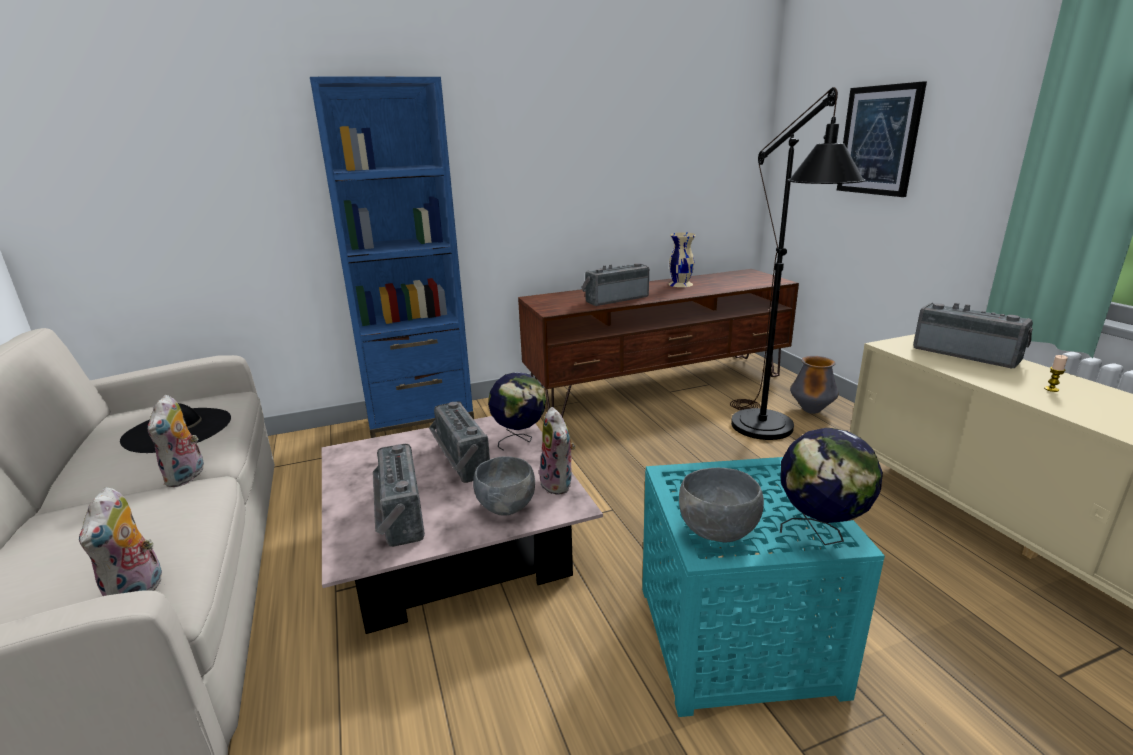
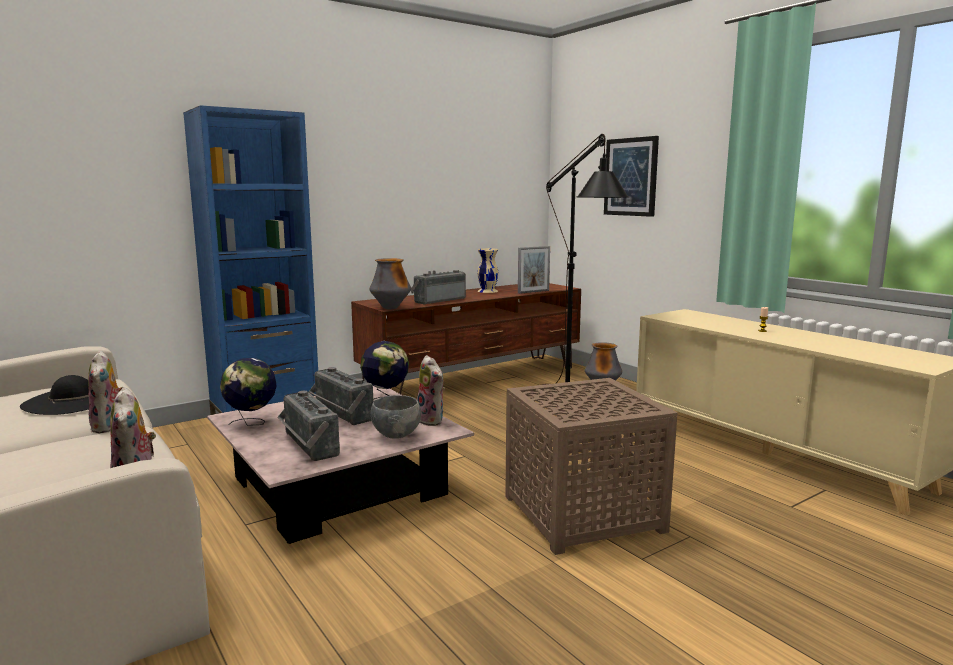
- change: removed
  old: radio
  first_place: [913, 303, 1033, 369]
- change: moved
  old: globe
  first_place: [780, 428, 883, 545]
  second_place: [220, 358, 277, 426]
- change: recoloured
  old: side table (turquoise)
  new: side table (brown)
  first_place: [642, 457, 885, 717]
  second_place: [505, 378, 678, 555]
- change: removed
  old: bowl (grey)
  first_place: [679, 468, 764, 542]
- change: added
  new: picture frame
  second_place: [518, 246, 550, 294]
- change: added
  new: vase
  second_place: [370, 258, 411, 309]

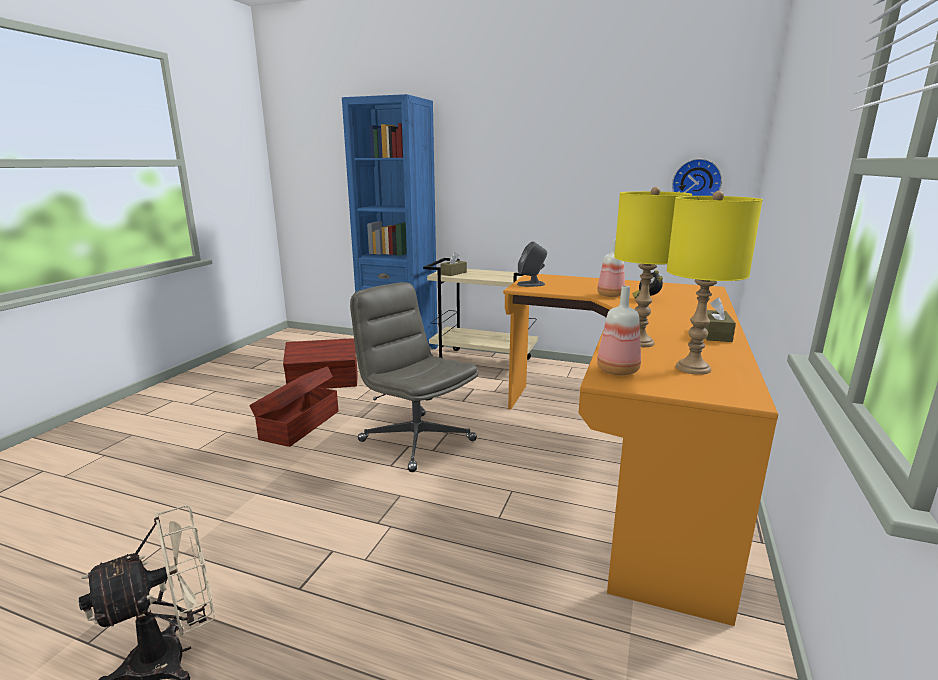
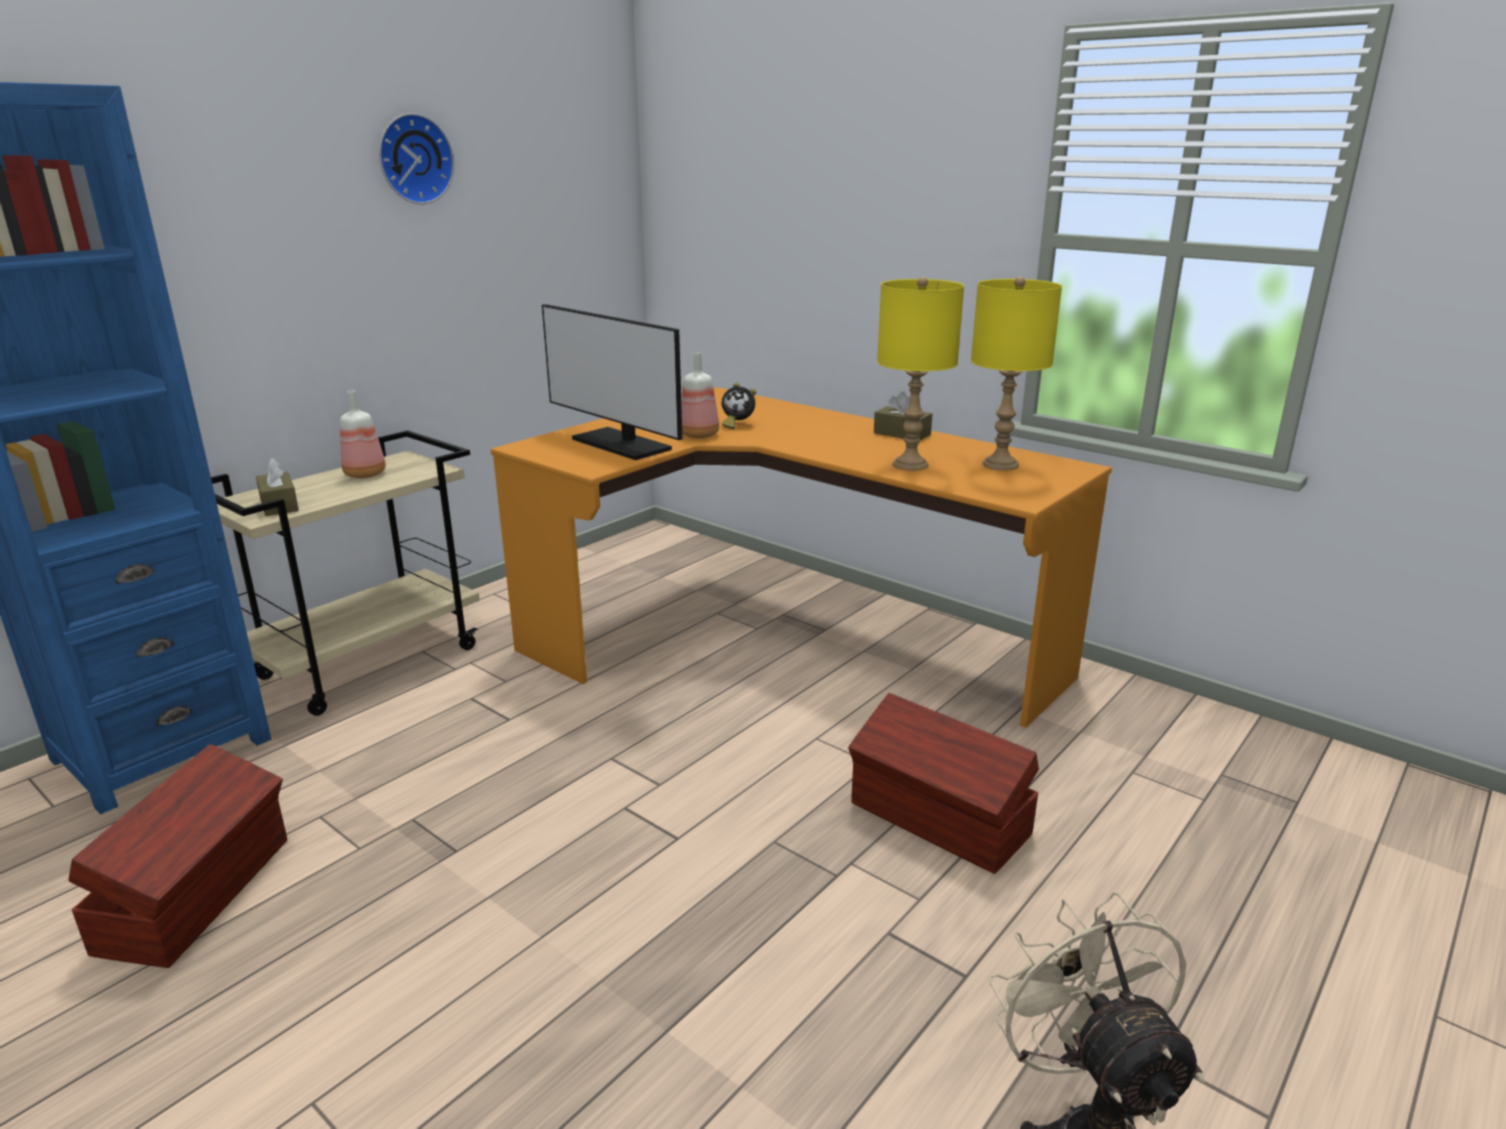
- change: moved
  old: wall clock
  first_place: [672, 159, 722, 196]
  second_place: [379, 113, 454, 204]
- change: removed
  old: speaker (grey)
  first_place: [517, 241, 547, 287]
- change: removed
  old: office chair (grey)
  first_place: [350, 282, 479, 472]
- change: moved
  old: bottle
  first_place: [597, 286, 641, 375]
  second_place: [340, 391, 386, 478]
- change: moved
  old: storage box (brown)
  first_place: [249, 366, 338, 447]
  second_place: [848, 693, 1039, 874]
- change: added
  new: monitor
  second_place: [542, 304, 682, 460]

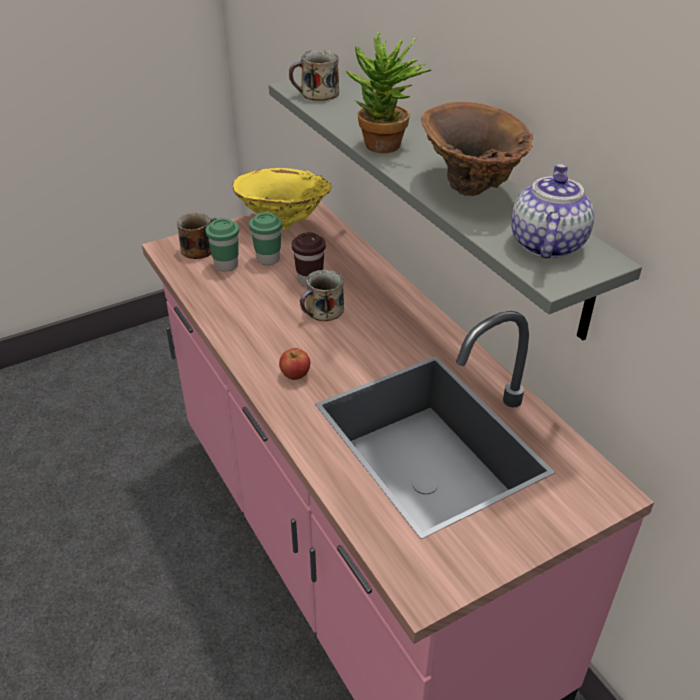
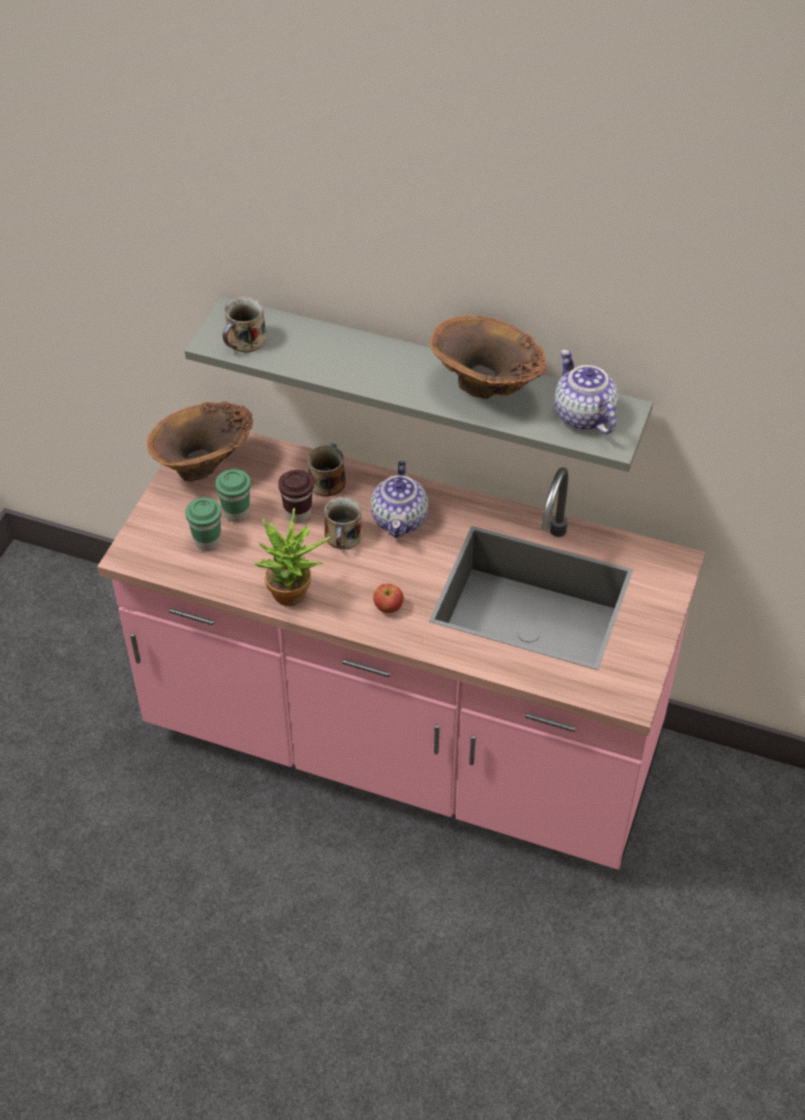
- change: moved
  old: potted plant
  first_place: [345, 31, 431, 153]
  second_place: [254, 508, 330, 606]
- change: recoloured
  old: vase (yellow)
  new: vase (brown)
  first_place: [232, 168, 331, 230]
  second_place: [147, 401, 253, 482]
- change: moved
  old: mug
  first_place: [177, 213, 217, 259]
  second_place: [308, 444, 346, 496]
- change: added
  new: teapot
  second_place: [371, 461, 428, 538]

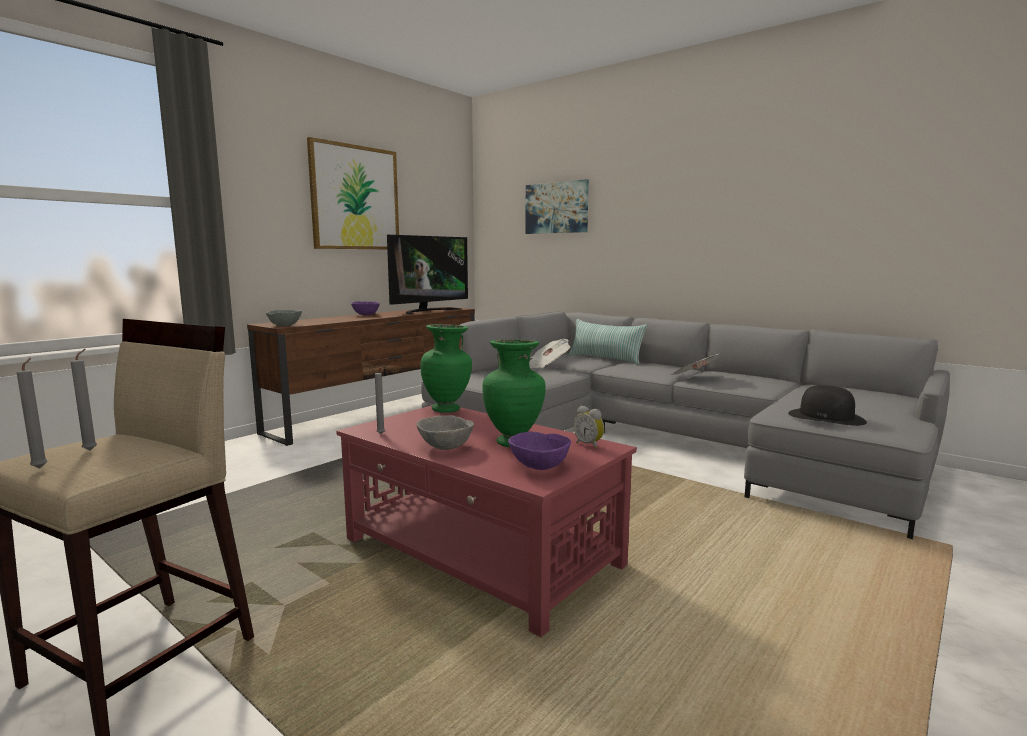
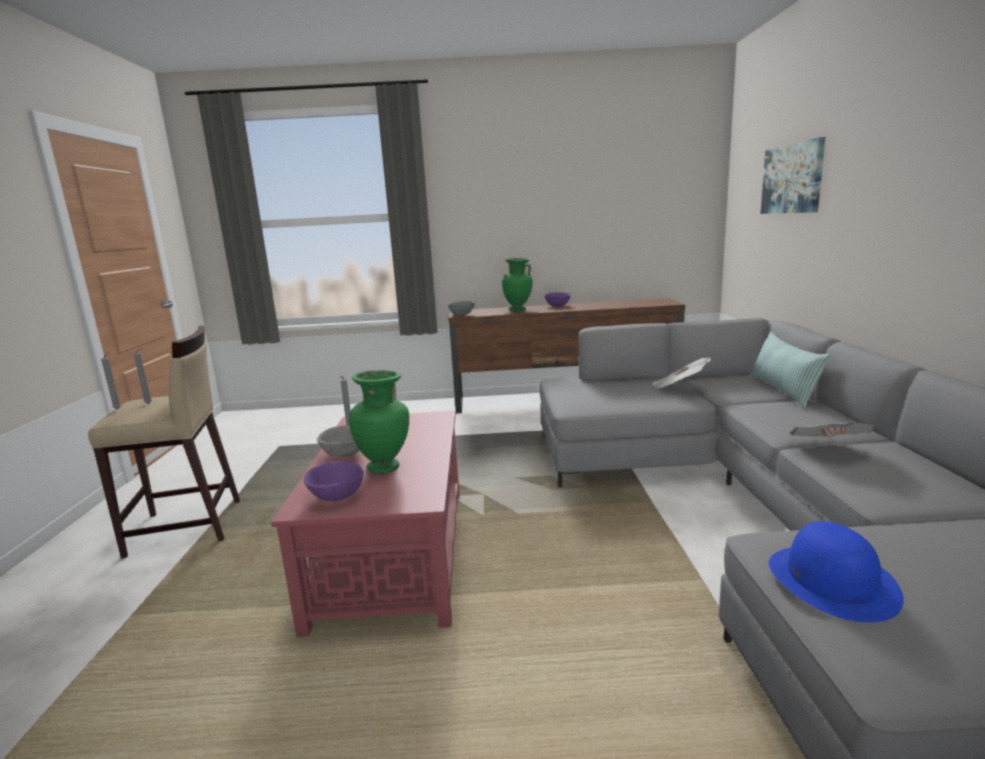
- change: removed
  old: picture
  first_place: [307, 137, 399, 250]
- change: removed
  old: television
  first_place: [387, 235, 468, 314]
- change: moved
  old: vase (green)
  first_place: [420, 324, 472, 413]
  second_place: [502, 258, 532, 311]
- change: recoloured
  old: hat (black)
  new: hat (blue)
  first_place: [788, 385, 867, 426]
  second_place: [769, 521, 903, 623]
- change: removed
  old: alarm clock
  first_place: [573, 406, 604, 449]

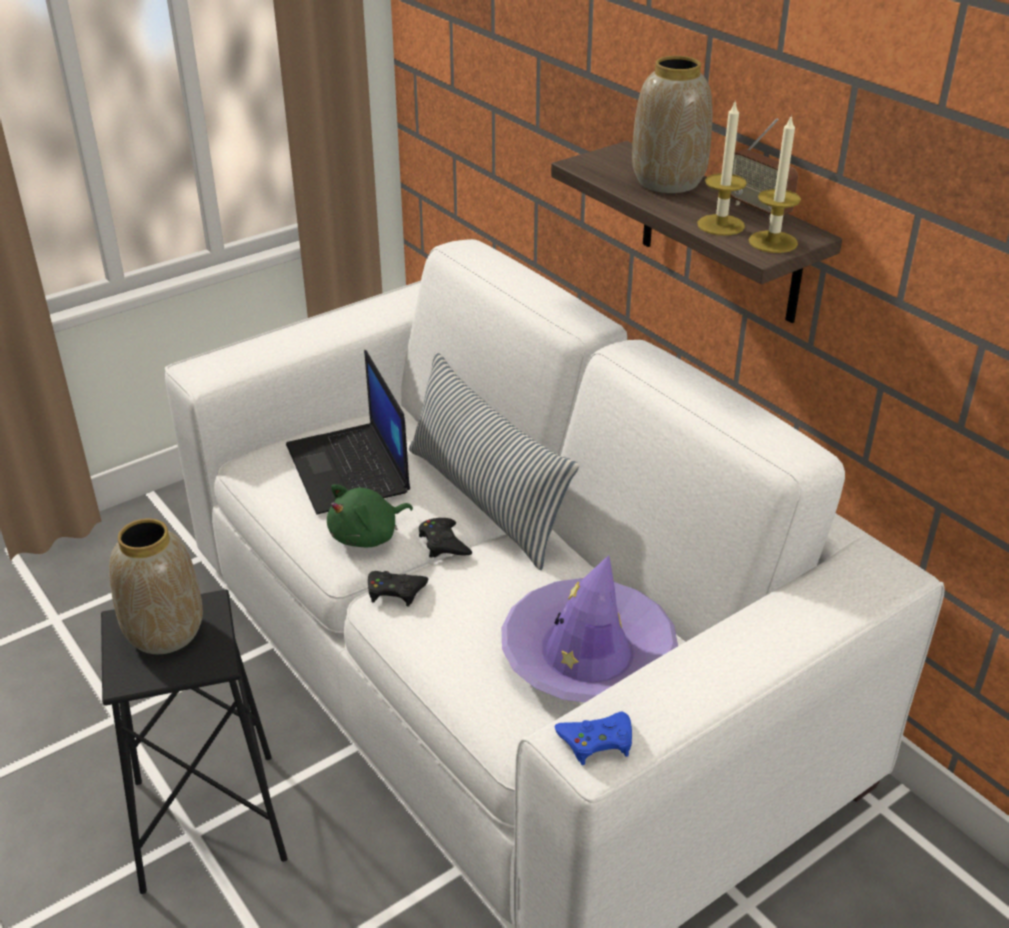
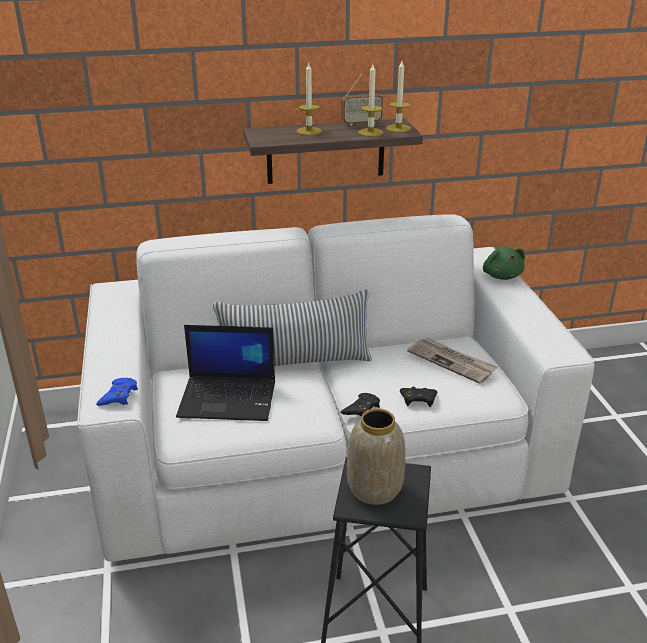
- change: replaced
  old: vase
  new: candle
  first_place: [632, 56, 712, 193]
  second_place: [297, 62, 322, 135]
- change: moved
  old: plush toy (green)
  first_place: [327, 484, 413, 547]
  second_place: [483, 247, 525, 280]
- change: moved
  old: game controller (black)
  first_place: [419, 518, 472, 558]
  second_place: [400, 387, 437, 407]
- change: replaced
  old: hat (purple)
  new: newspaper
  first_place: [502, 555, 678, 702]
  second_place: [407, 338, 498, 384]
- change: moved
  old: game controller (blue)
  first_place: [554, 712, 632, 765]
  second_place: [96, 378, 138, 406]

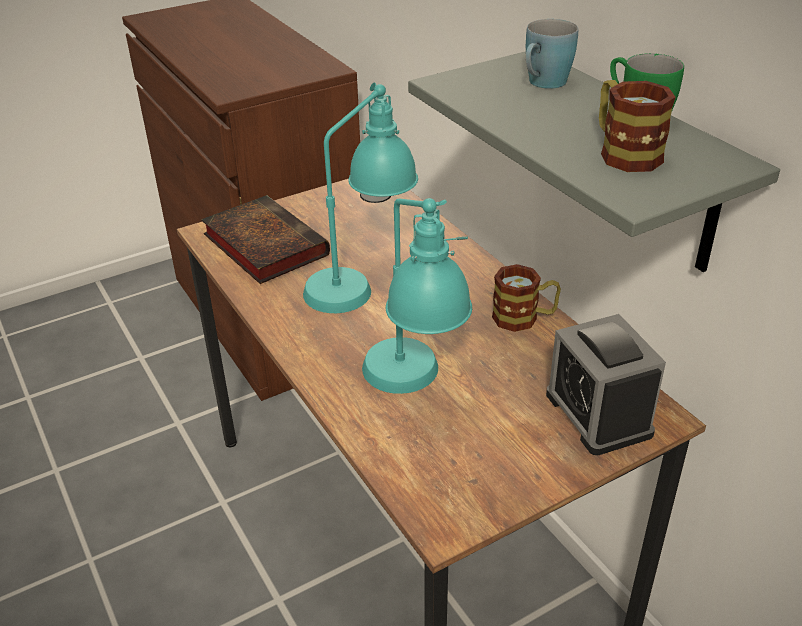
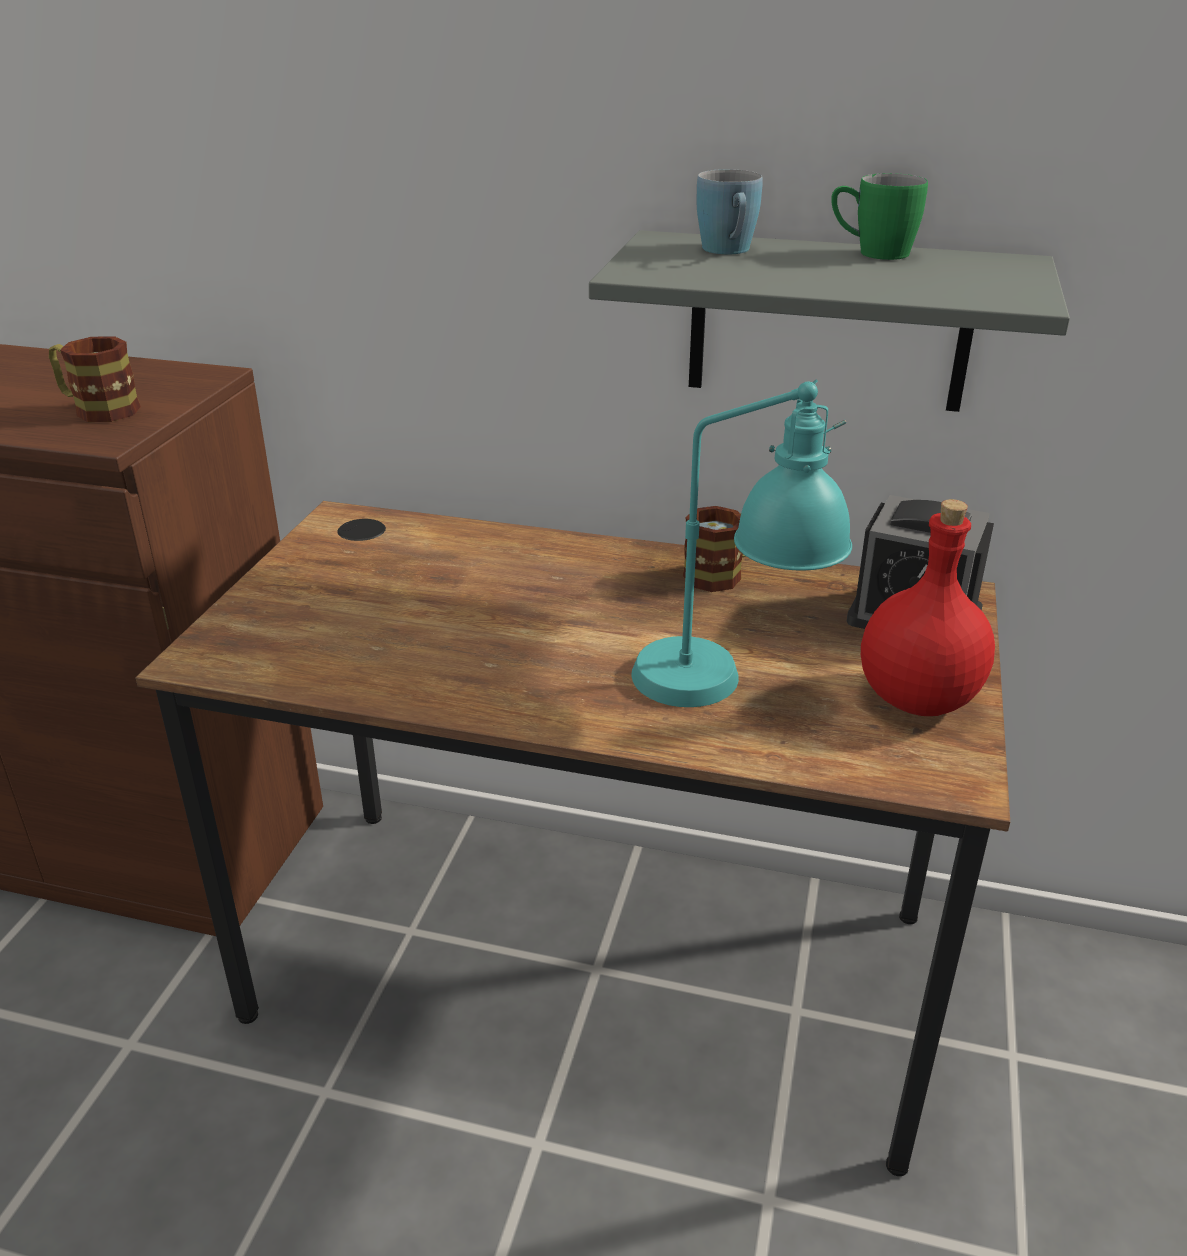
- change: moved
  old: mug
  first_place: [599, 80, 675, 172]
  second_place: [49, 336, 141, 422]
- change: removed
  old: table lamp (turquoise)
  first_place: [303, 82, 418, 313]
- change: removed
  old: book
  first_place: [201, 195, 330, 284]
- change: added
  new: bottle (red)
  second_place: [861, 499, 995, 716]

